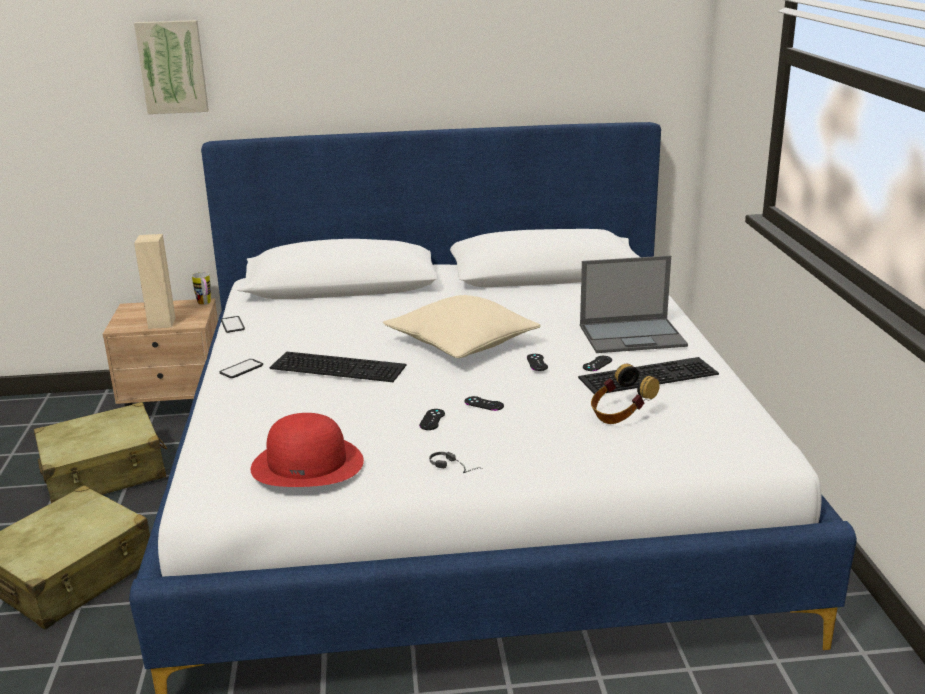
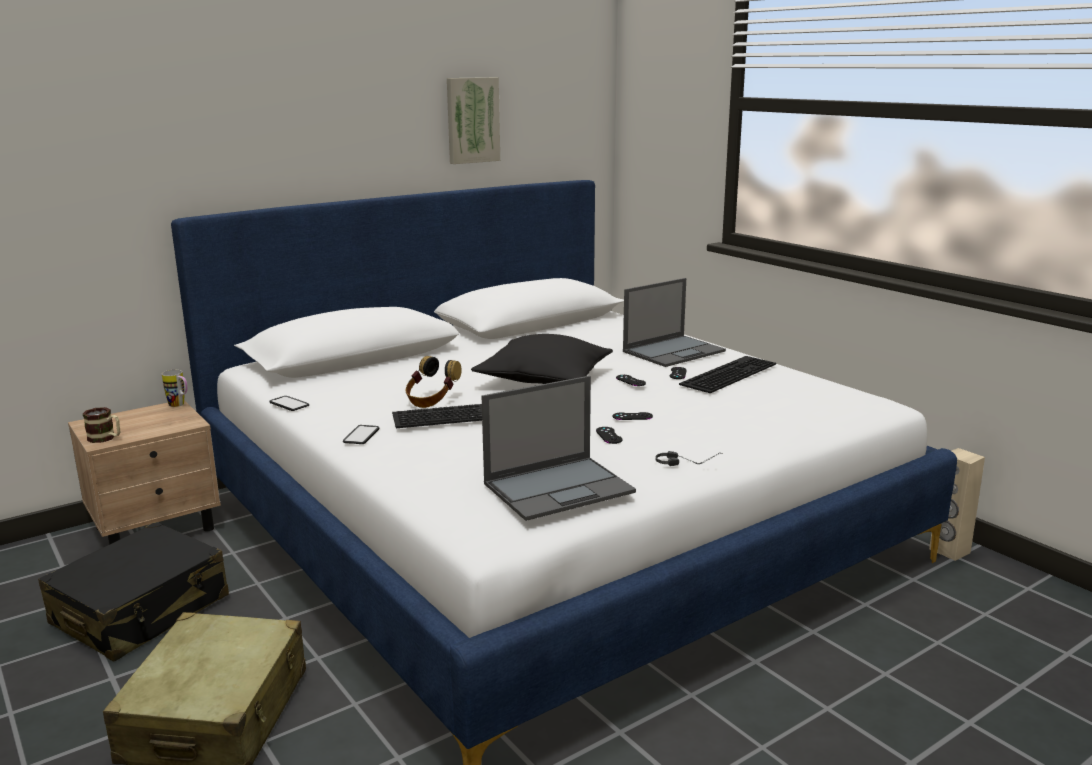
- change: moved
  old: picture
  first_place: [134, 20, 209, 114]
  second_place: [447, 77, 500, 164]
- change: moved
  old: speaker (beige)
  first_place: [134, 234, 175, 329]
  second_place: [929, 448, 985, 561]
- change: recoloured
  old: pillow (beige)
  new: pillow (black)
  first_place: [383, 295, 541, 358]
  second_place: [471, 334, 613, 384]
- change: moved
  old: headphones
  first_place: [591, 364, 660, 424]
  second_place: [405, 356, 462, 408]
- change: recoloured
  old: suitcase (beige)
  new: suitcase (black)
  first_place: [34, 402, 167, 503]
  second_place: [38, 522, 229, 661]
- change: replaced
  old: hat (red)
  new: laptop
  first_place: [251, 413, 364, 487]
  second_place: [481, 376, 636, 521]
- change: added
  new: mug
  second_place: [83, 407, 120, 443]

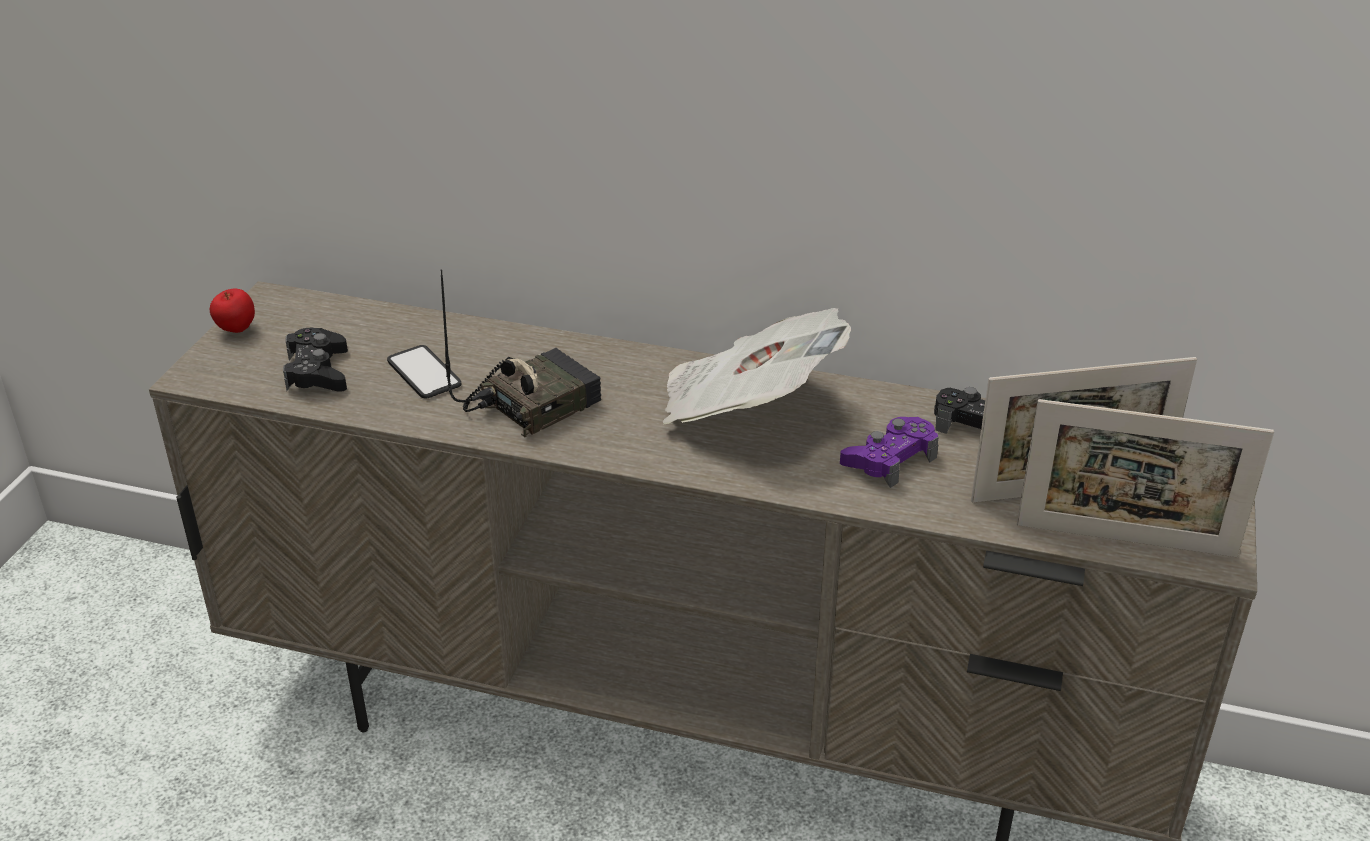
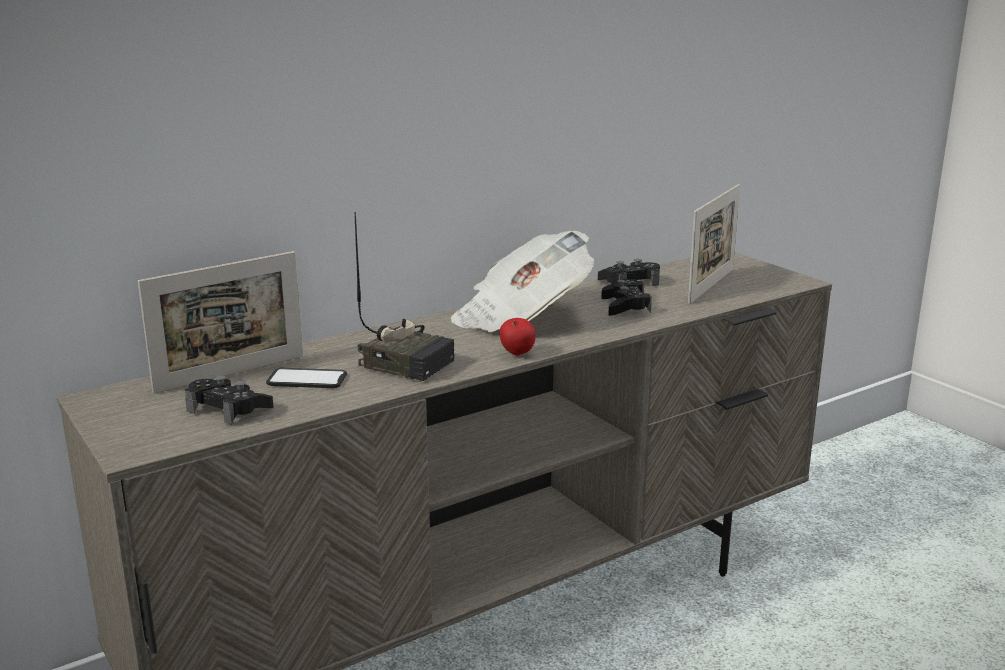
- change: turned
  old: radio
  first_place: [441, 270, 601, 437]
  second_place: [354, 212, 454, 381]
  degrees: 120
- change: moved
  old: apple
  first_place: [210, 289, 255, 333]
  second_place: [500, 318, 536, 356]
- change: moved
  old: picture frame
  first_place: [1017, 399, 1274, 557]
  second_place: [138, 251, 303, 394]
- change: recoloured
  old: game controller (purple)
  new: game controller (black)
  first_place: [840, 417, 939, 488]
  second_place: [601, 279, 652, 316]

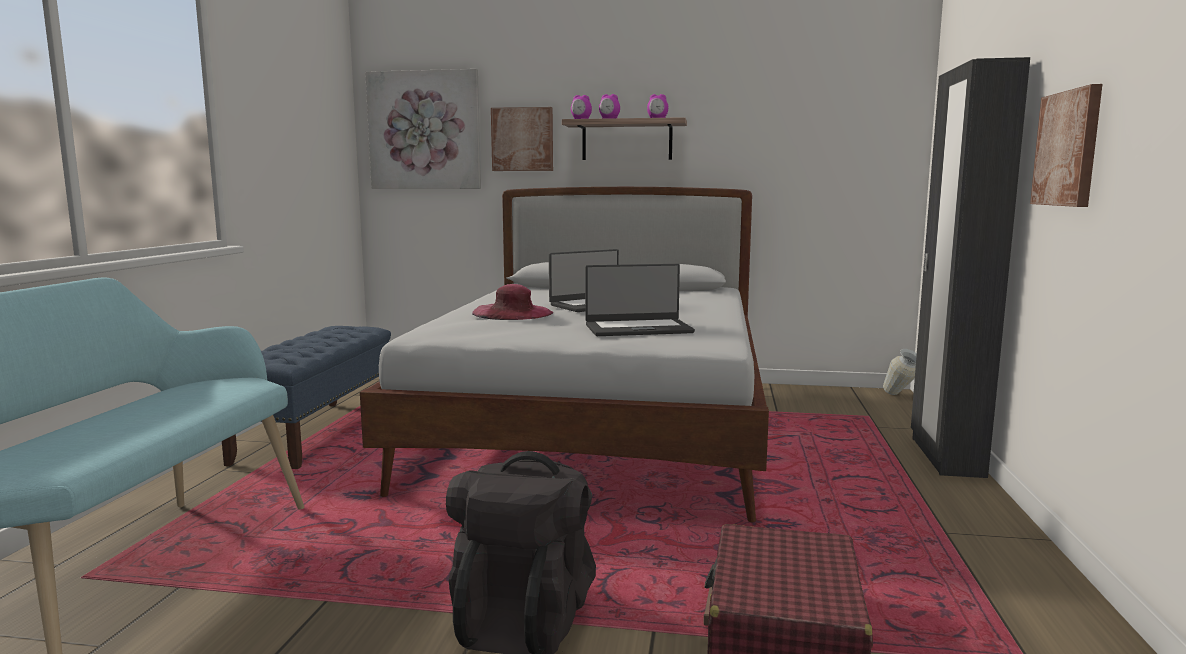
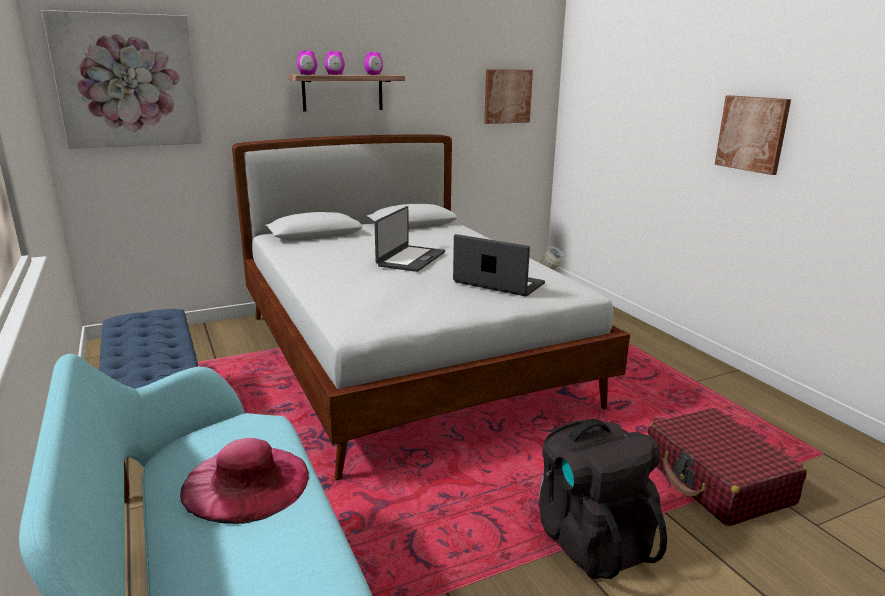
- change: removed
  old: wardrobe (black)
  first_place: [911, 57, 1030, 478]
- change: moved
  old: picture
  first_place: [491, 107, 553, 171]
  second_place: [484, 69, 533, 124]
- change: turned
  old: laptop
  first_place: [585, 264, 695, 336]
  second_place: [453, 234, 545, 296]
  degrees: -105
- change: moved
  old: hat (pink)
  first_place: [472, 284, 553, 320]
  second_place: [180, 438, 309, 524]

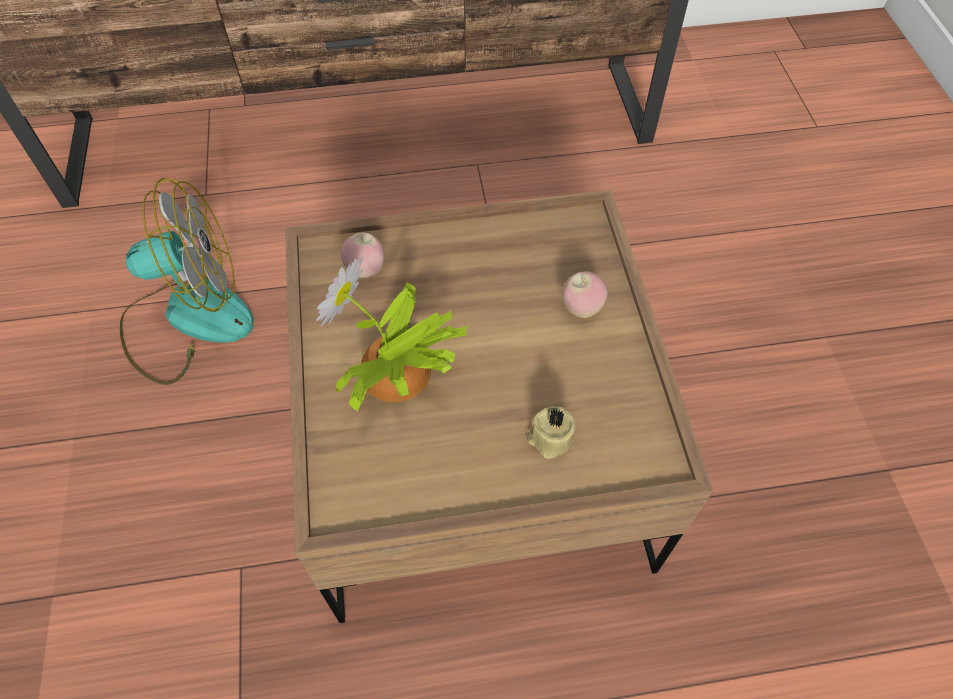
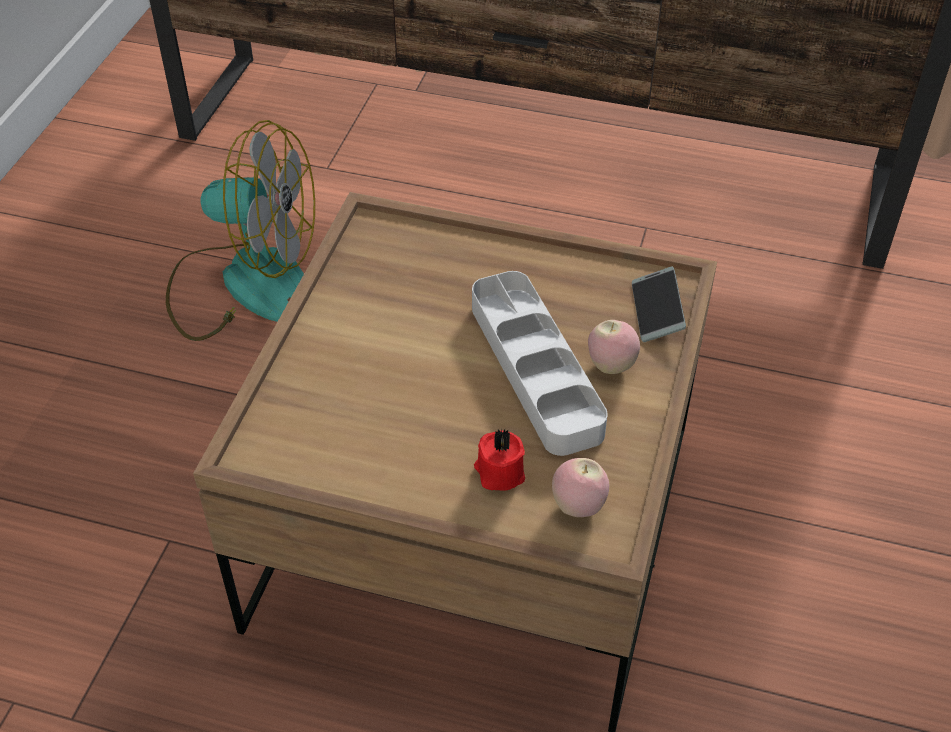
- change: moved
  old: apple
  first_place: [341, 232, 384, 278]
  second_place: [552, 458, 609, 517]
- change: removed
  old: potted plant
  first_place: [316, 257, 468, 411]
- change: recoloured
  old: candle (beige)
  new: candle (red)
  first_place: [527, 406, 576, 459]
  second_place: [474, 428, 525, 491]
- change: added
  new: phone
  second_place: [632, 267, 686, 342]
- change: added
  new: tray (grey)
  second_place: [472, 271, 608, 456]

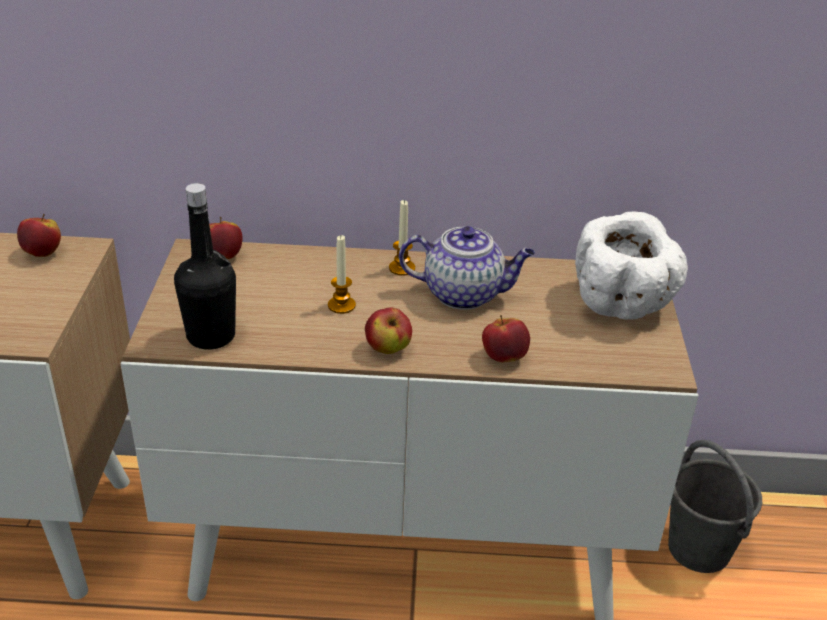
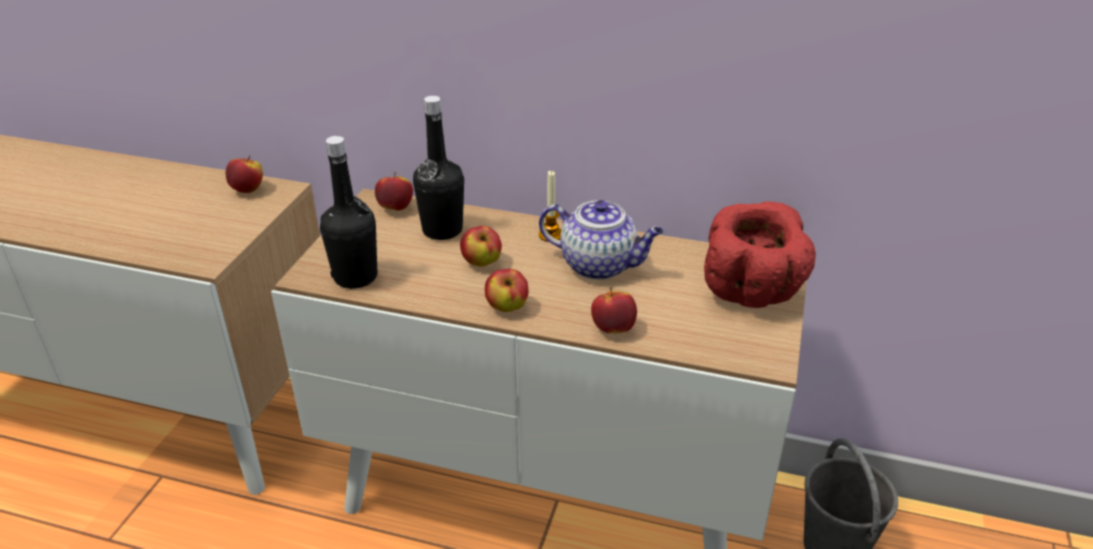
- change: recoloured
  old: bowl (white)
  new: bowl (red)
  first_place: [575, 212, 688, 319]
  second_place: [704, 202, 816, 308]
- change: replaced
  old: candle
  new: apple
  first_place: [328, 235, 356, 314]
  second_place: [460, 226, 502, 267]
- change: added
  new: bottle (black)
  second_place: [413, 96, 464, 240]

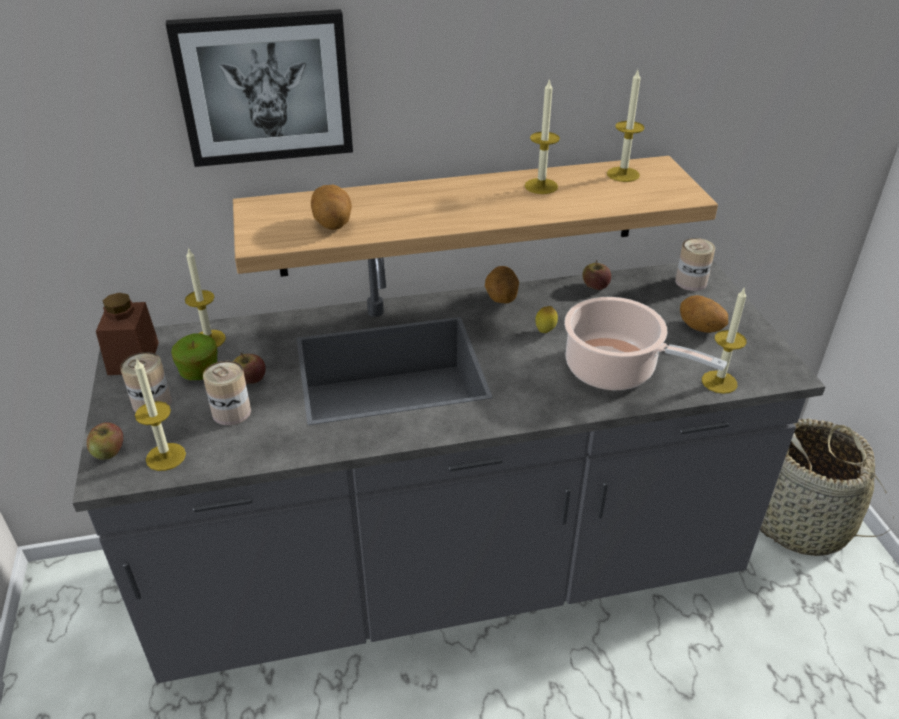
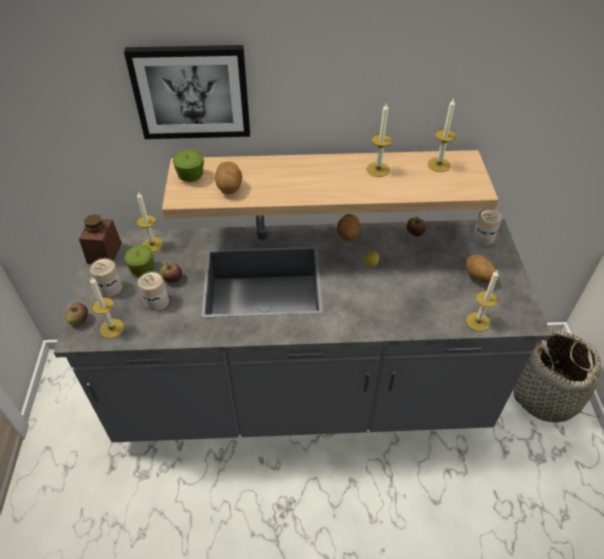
- change: removed
  old: cooking pot
  first_place: [564, 297, 727, 390]
- change: added
  new: apple
  second_place: [173, 149, 204, 182]

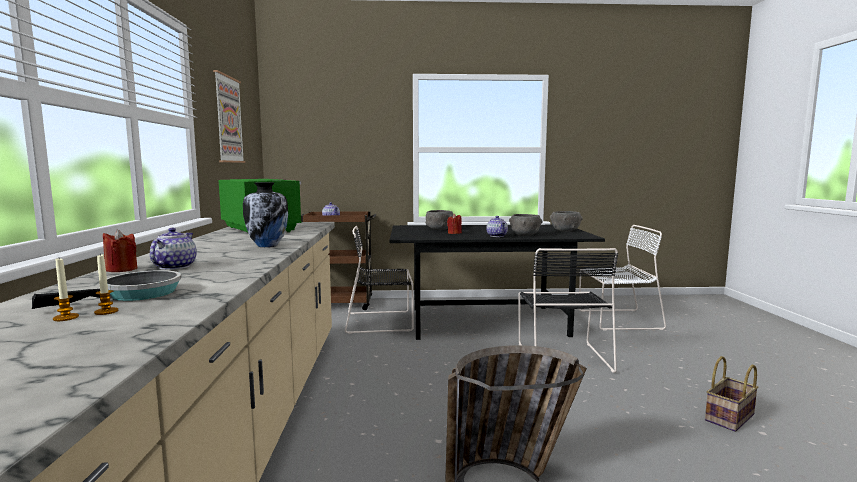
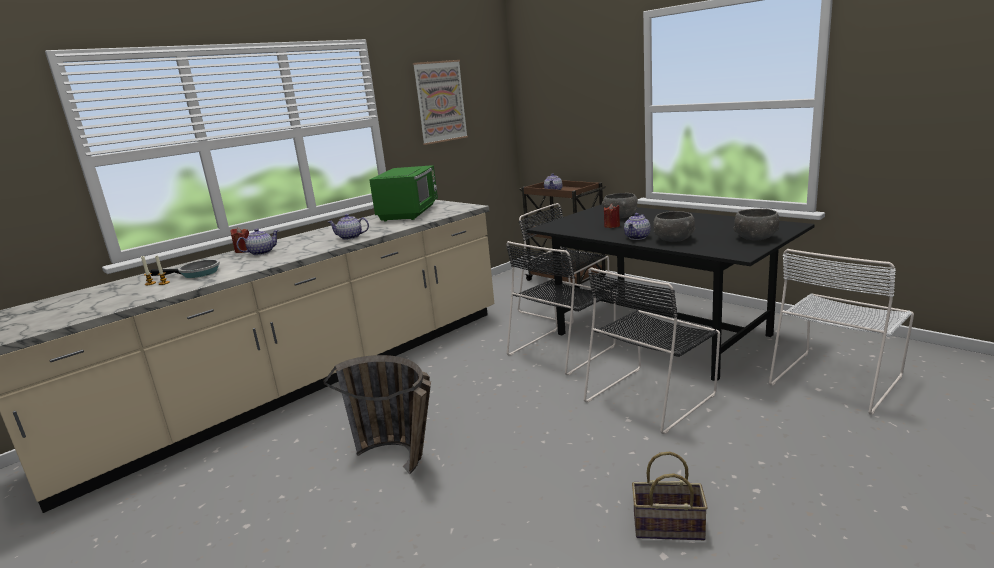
- change: replaced
  old: vase
  new: teapot
  first_place: [243, 182, 288, 247]
  second_place: [328, 214, 369, 240]
- change: turned
  old: chair (white)
  first_place: [579, 225, 666, 330]
  second_place: [769, 249, 914, 415]
  degrees: 90
- change: added
  new: chair (black)
  second_place: [506, 241, 616, 375]

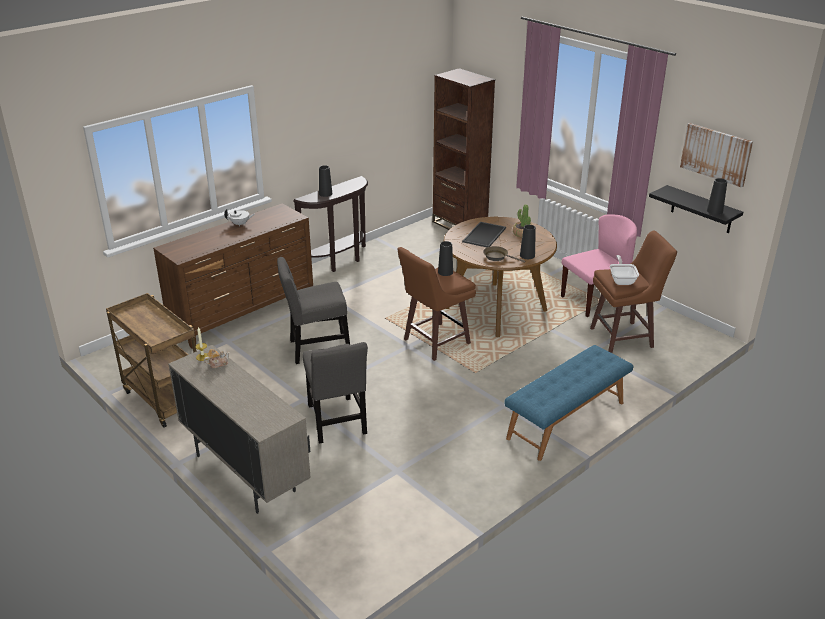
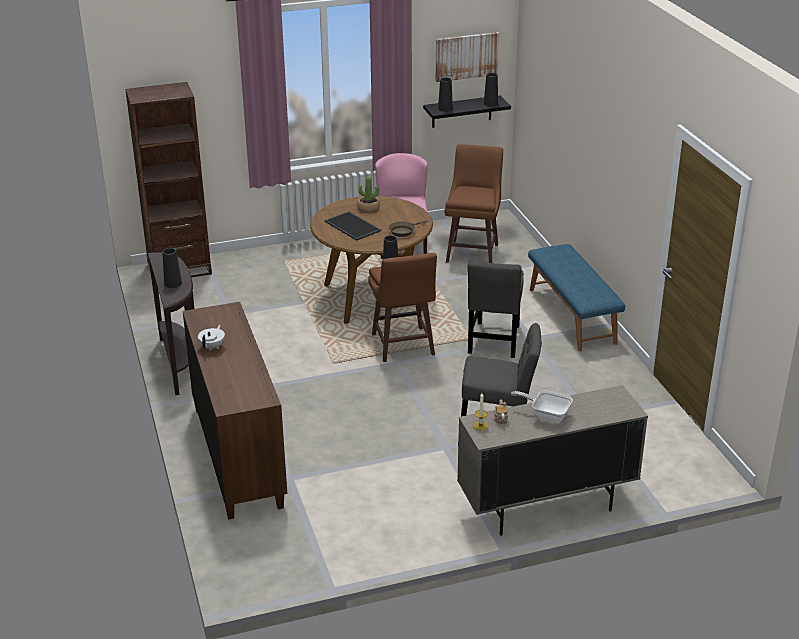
- change: moved
  old: vase (black)
  first_place: [520, 225, 536, 259]
  second_place: [438, 77, 453, 112]
- change: moved
  old: frying pan
  first_place: [610, 255, 639, 285]
  second_place: [511, 390, 573, 423]
- change: moved
  old: chair (grey)
  first_place: [277, 257, 350, 364]
  second_place: [468, 261, 524, 358]
- change: removed
  old: cart (brown)
  first_place: [106, 293, 197, 428]

